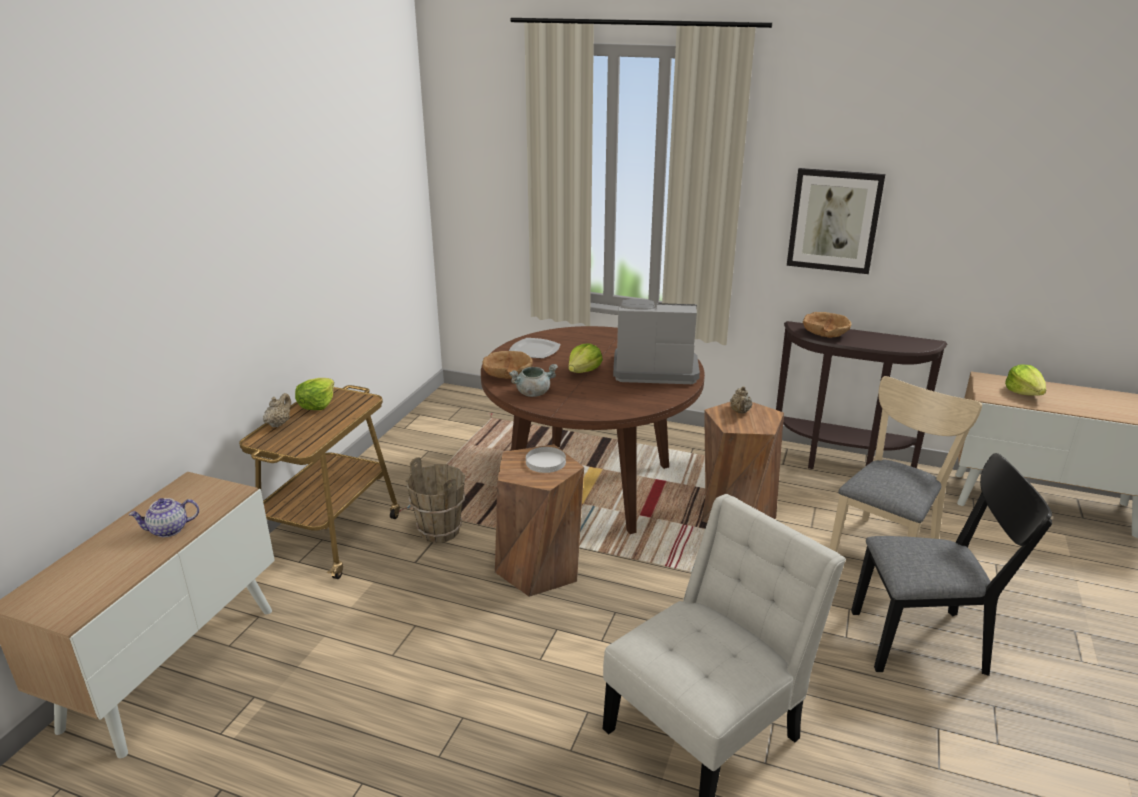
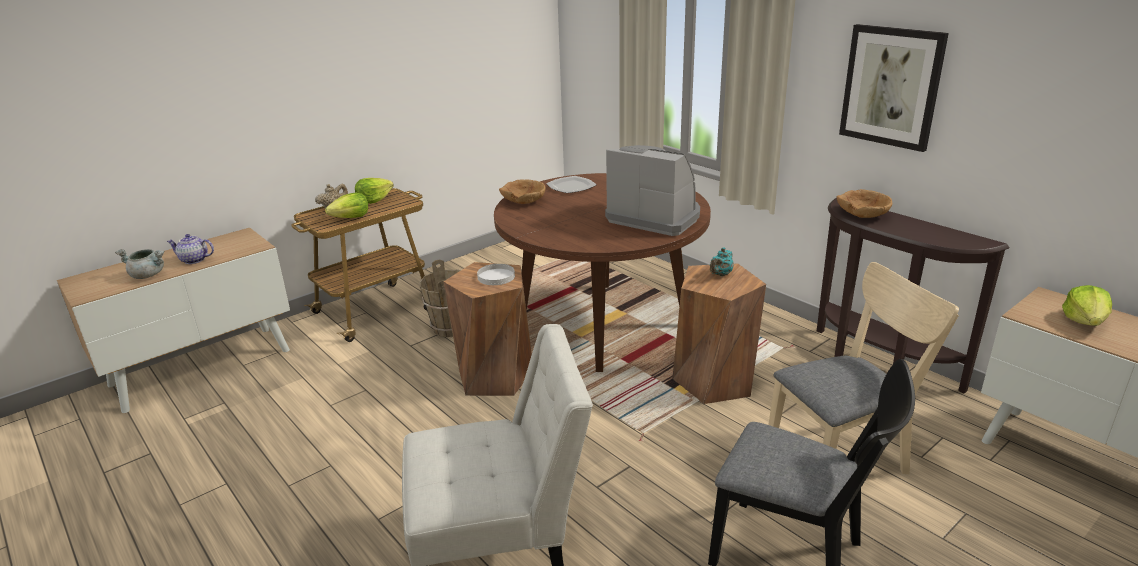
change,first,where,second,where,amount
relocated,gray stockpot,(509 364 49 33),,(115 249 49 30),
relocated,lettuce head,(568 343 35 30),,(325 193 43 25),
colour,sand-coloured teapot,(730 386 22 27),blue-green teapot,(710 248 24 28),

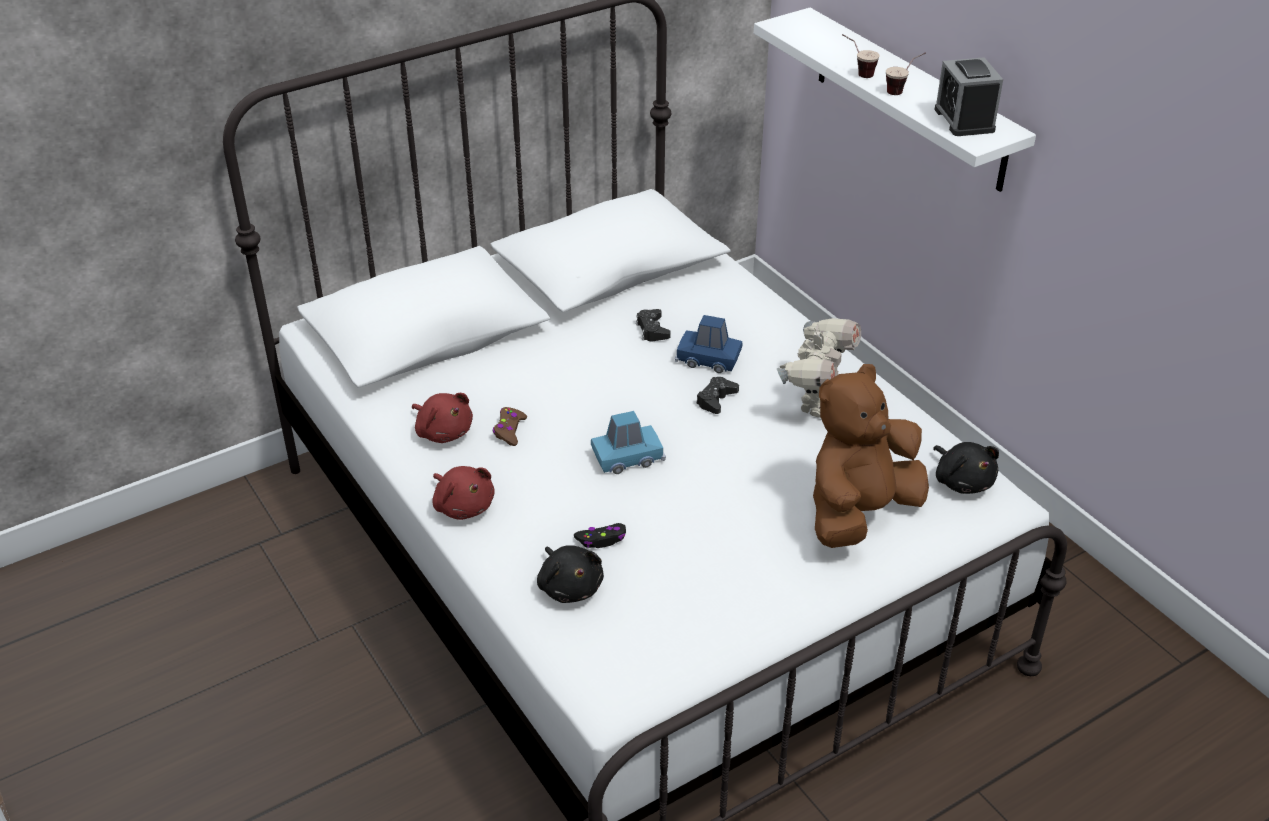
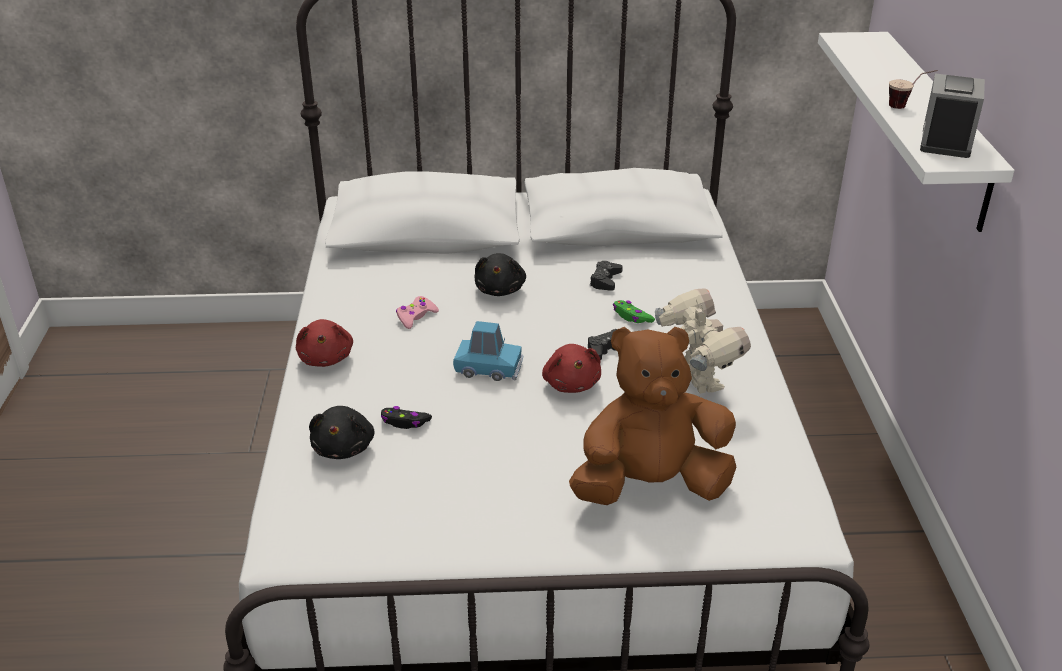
change,first,where,second,where,amount
missing,small cup,(842 34 38 44),,,
relocated,reddish soft toy,(412 393 61 50),,(542 344 59 49),
relocated,black soft toy,(933 442 66 52),,(474 253 52 43),
exchanged,blue-coloured model car,(675 315 68 58),green game controller,(613 300 42 23),
colour,brownish game controller,(493 407 34 39),pink-coloured game controller,(396 296 43 33),
spun,toy robot,(777 318 84 100),,(655 288 96 106),75 degrees counterclockwise

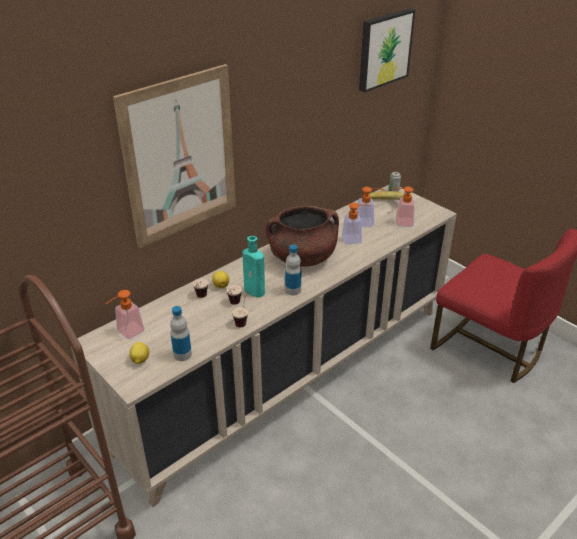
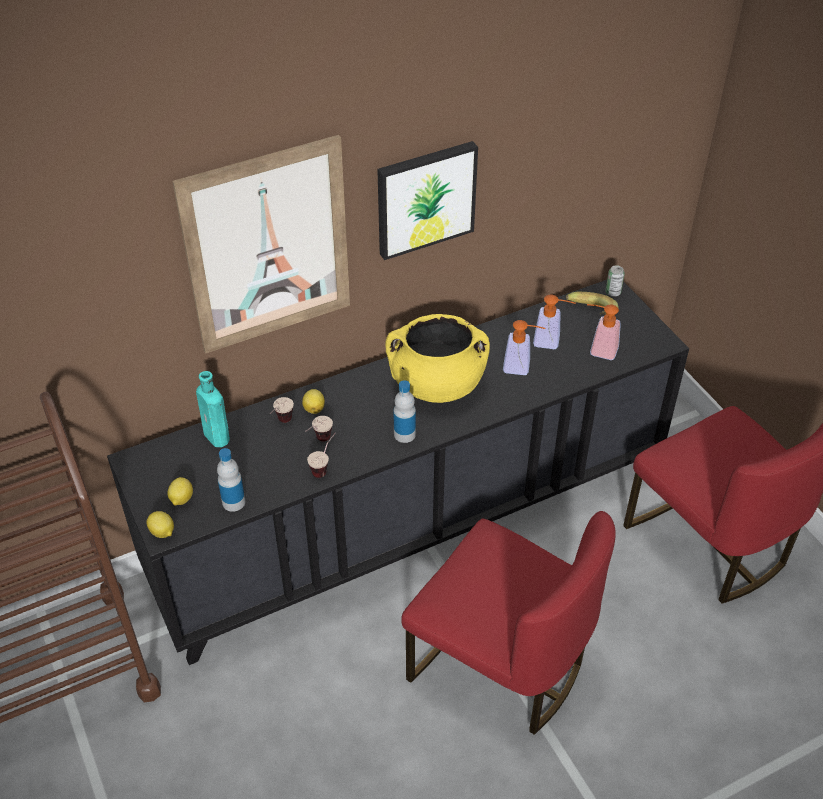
change,first,where,second,where,amount
missing,liquid soap bottle,(106 290 39 49),,,
appeared,,,citrus fruit,(146 511 28 27),
appeared,,,reddish plain chair,(401 511 215 224),
relocated,blue-green bottle,(242 236 23 62),,(196 371 34 76),
relocated,picture,(359 8 56 84),,(377 141 101 119),
colour,sand-coloured cupboard,(71 185 386 322),black cupboard,(107 280 582 385),
colour,brownish stockpot,(266 206 73 61),yellowish stockpot,(385 314 105 89),

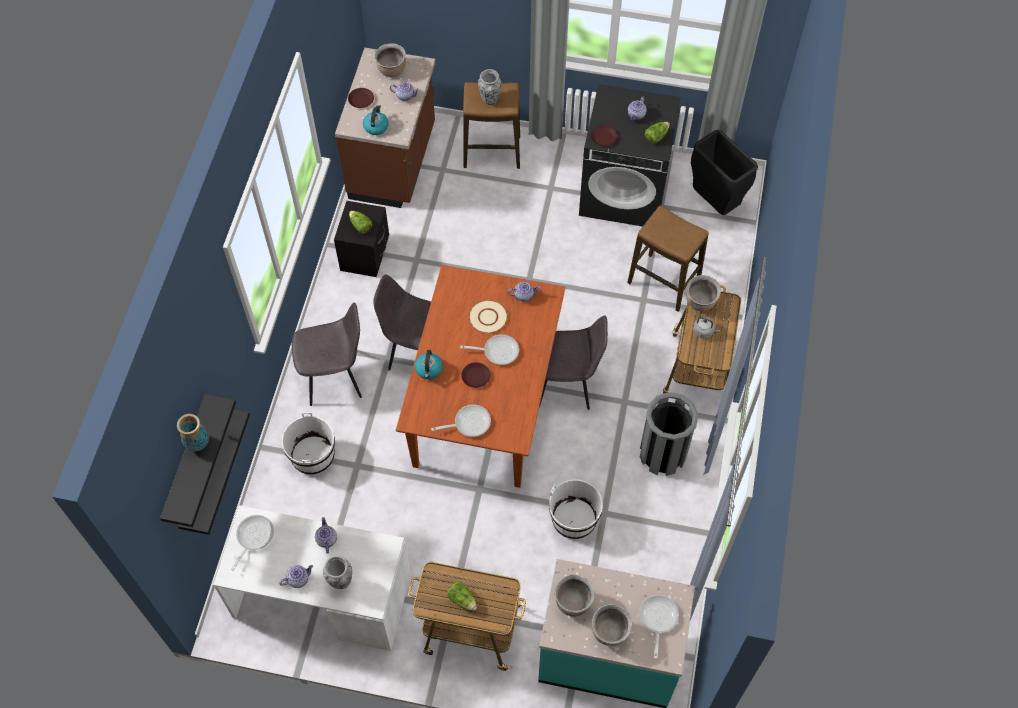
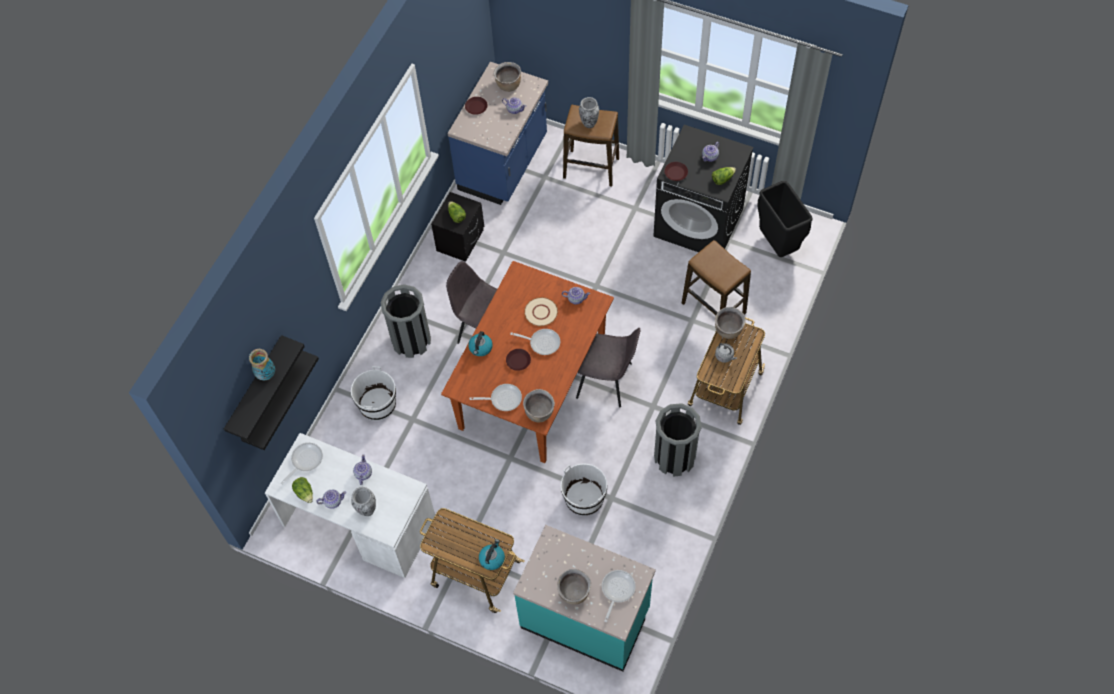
change,first,where,second,where,amount
relocated,kettle,(363 105 26 30),,(479 539 26 31),
relocated,lettuce head,(447 581 30 30),,(292 477 21 26),
relocated,brownish stockpot,(555 574 40 43),,(523 389 32 34),
exchanged,gray plain chair,(292 302 70 104),gray rubbish bin,(381 284 50 74),
colour,brownish kitchen counter,(335 48 100 160),blue-coloured kitchen counter,(447 62 101 143),

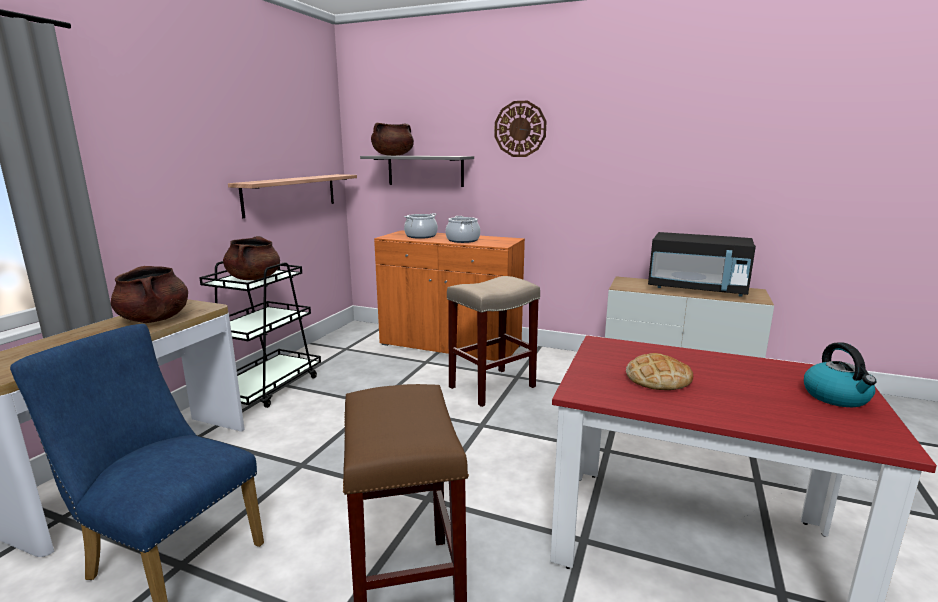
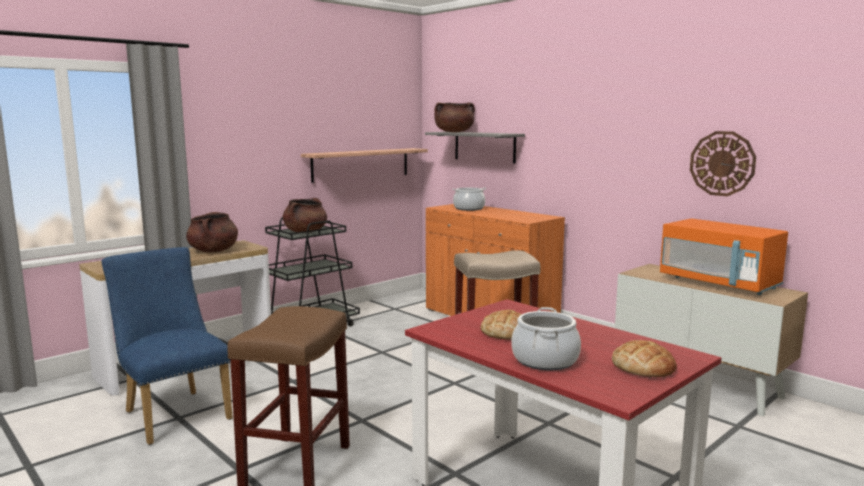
change,first,where,second,where,amount
relocated,stockpot,(446 216 34 27),,(511 307 70 63),
relocated,clock on the wall,(494 101 53 56),,(690 131 66 65),
exchanged,kettle,(804 342 73 65),bread,(612 340 65 37),
colour,black kitchen microwave,(648 232 108 65),orange kitchen microwave,(660 218 128 77),

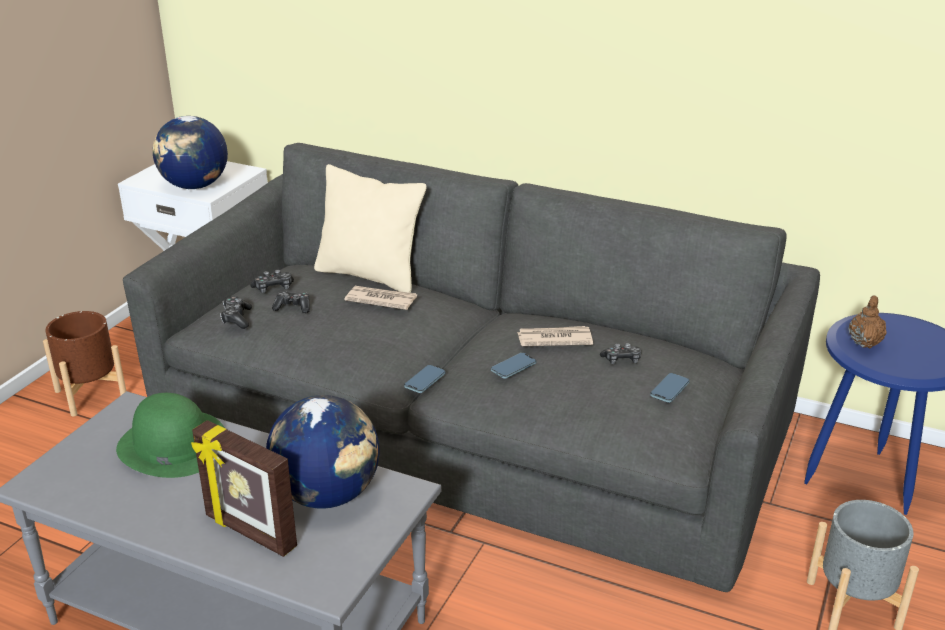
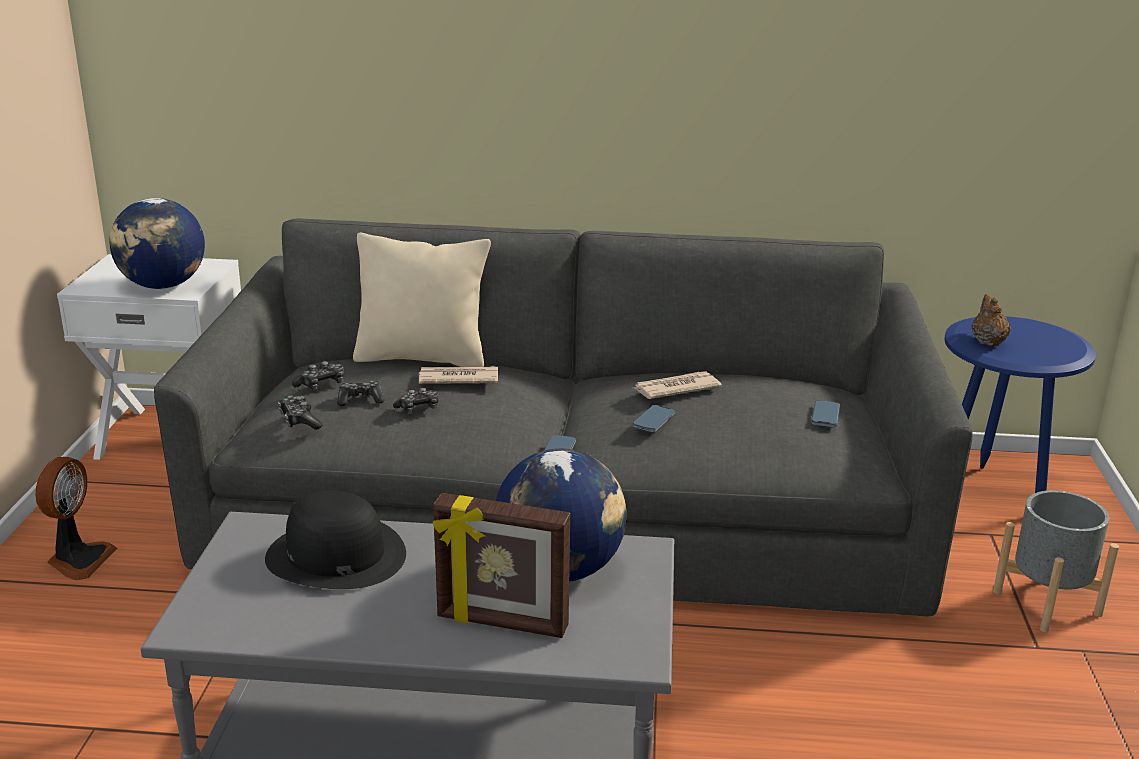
change,first,where,second,where,amount
relocated,game controller,(600 343 41 21),,(393 388 46 25),
exchanged,brownish plant pot,(43 311 83 106),electric fan,(35 457 82 123),
colour,green hat,(116 393 109 85),black hat,(265 490 141 99),

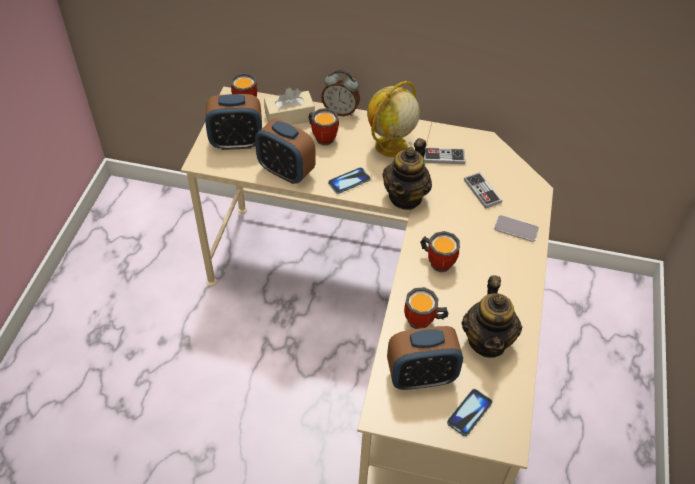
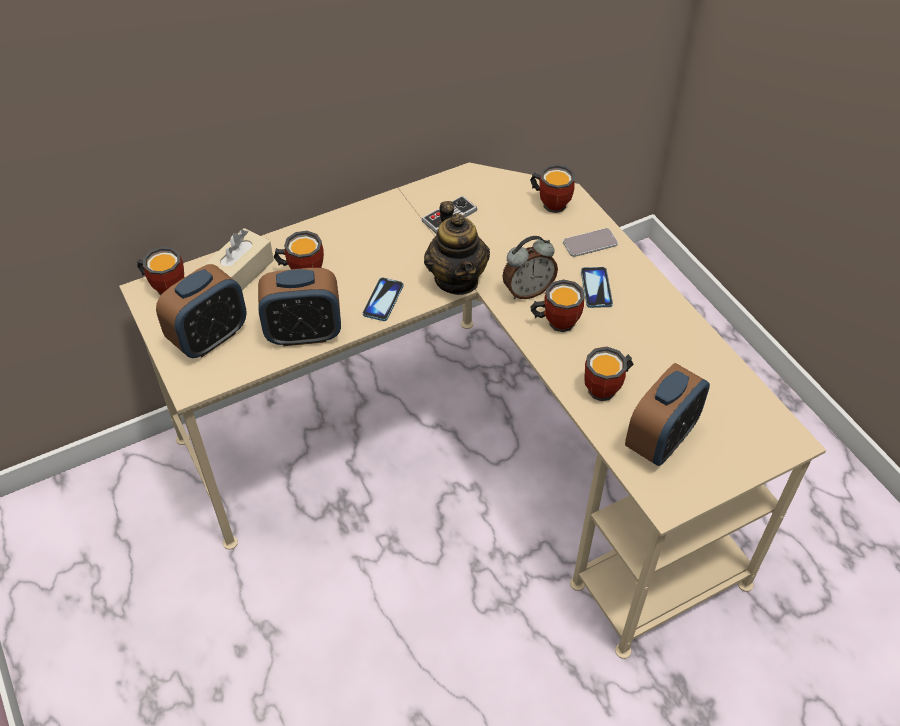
change,first,where,second,where,amount
missing,globe,(367 81 53 76),,,
missing,teapot,(462 275 60 83),,,
missing,game controller,(464 172 38 37),,,
appeared,,,tea mug,(530 164 45 49),
relocated,table clock,(321 70 39 46),,(502 236 56 63),
relocated,handset,(447 389 45 47),,(581 267 32 41),

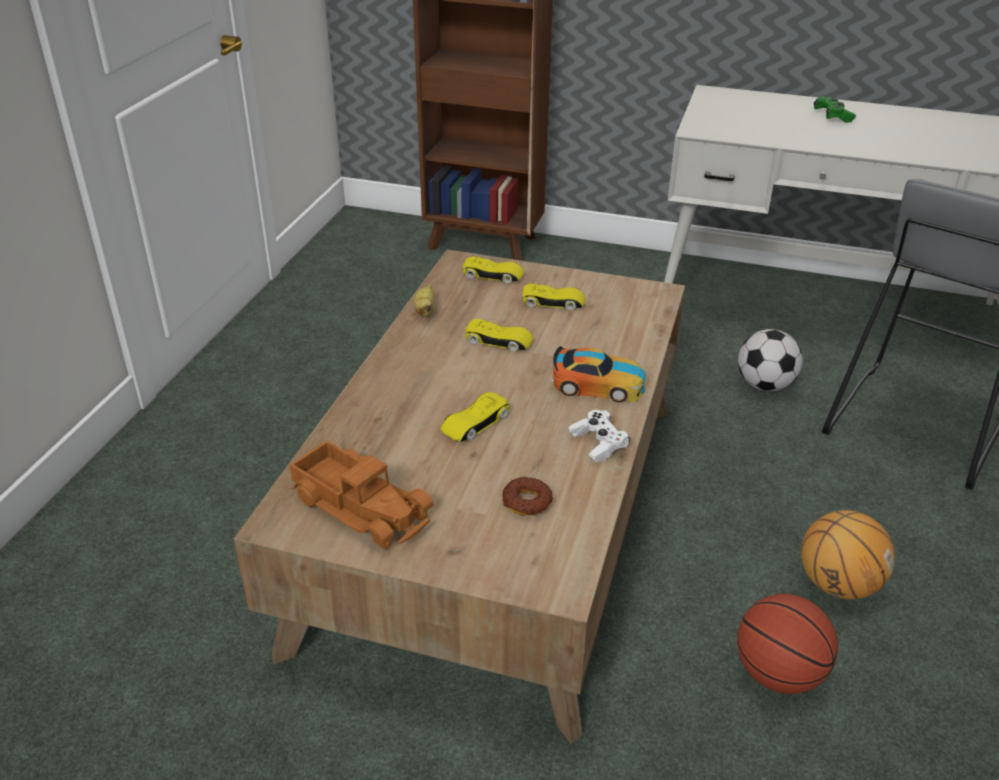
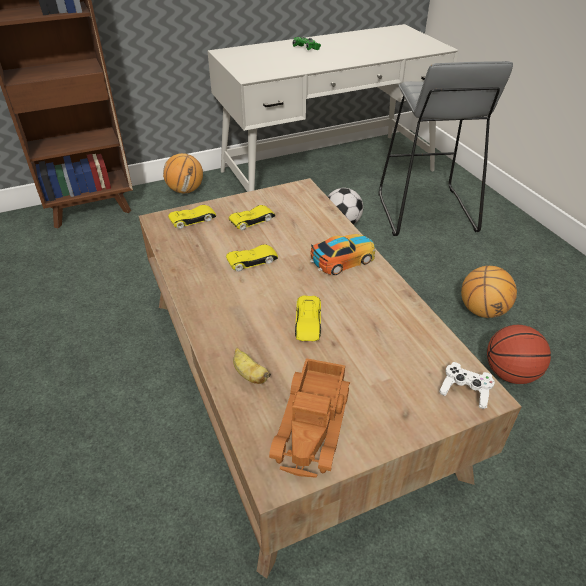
change,first,where,second,where,amount
missing,ring doughnut,(502 477 51 38),,,
appeared,,,ball for basketball,(163 153 40 40),
relocated,banana,(414 284 20 33),,(233 348 38 36),
relocated,whitish game controller,(569 410 61 53),,(439 362 56 47),
spun,toy lorry,(290 441 144 108),,(269 358 81 120),105 degrees clockwise

